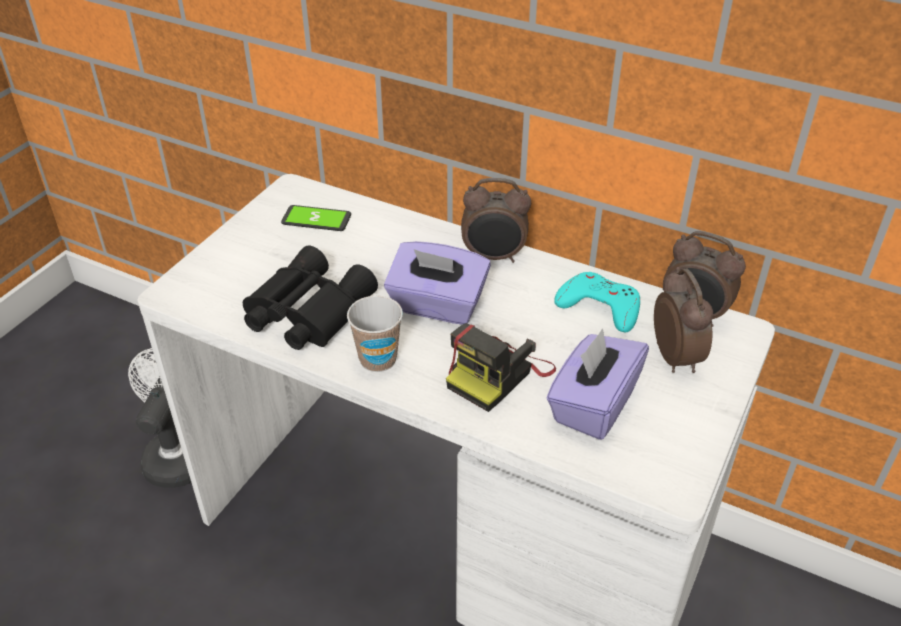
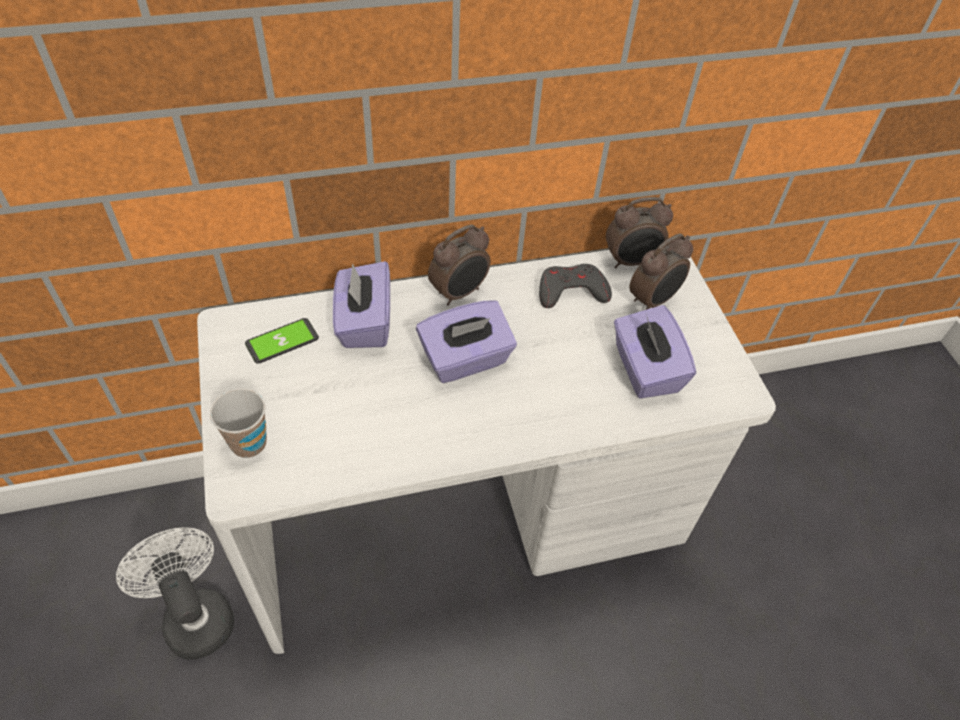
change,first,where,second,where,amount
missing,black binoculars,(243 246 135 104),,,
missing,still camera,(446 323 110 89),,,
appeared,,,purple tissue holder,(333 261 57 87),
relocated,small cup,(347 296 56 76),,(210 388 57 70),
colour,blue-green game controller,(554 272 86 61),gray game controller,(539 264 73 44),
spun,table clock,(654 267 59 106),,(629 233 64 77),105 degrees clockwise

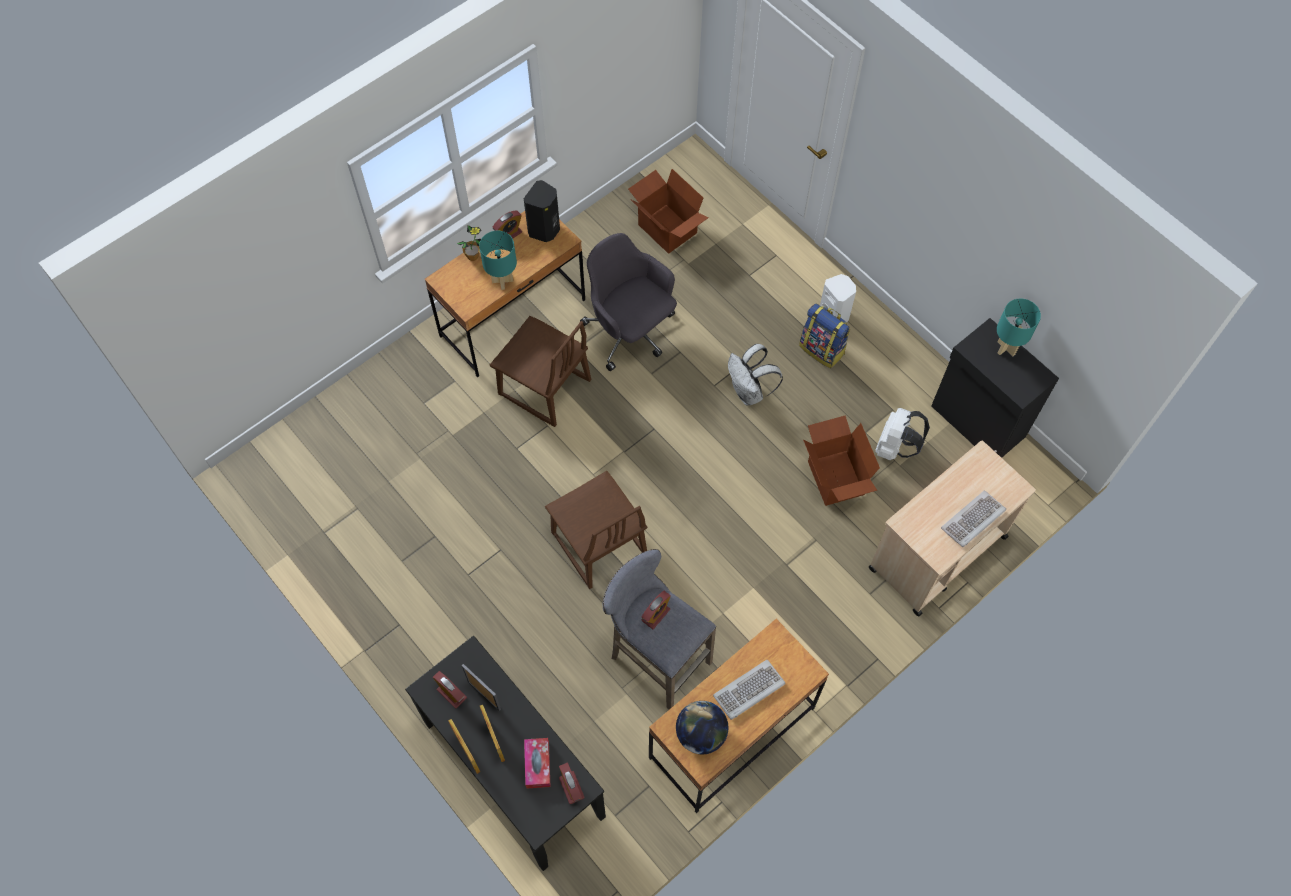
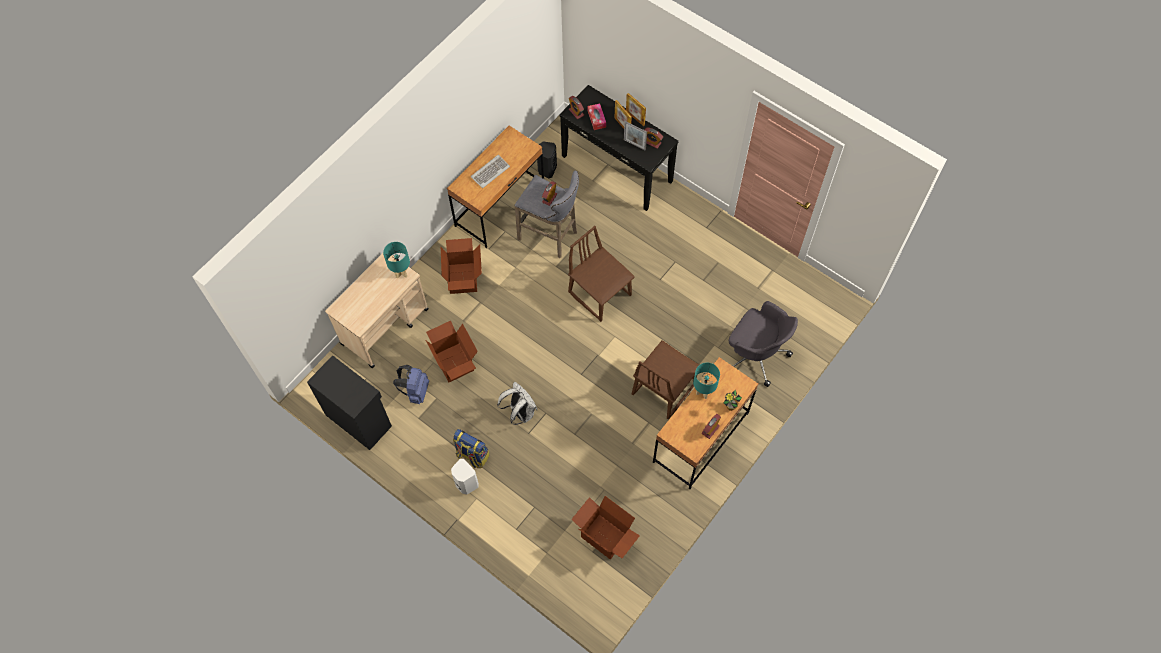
change,first,where,second,where,amount
missing,globe,(676 701 52 53),,,
missing,computer keyboard,(941 491 65 56),,,
appeared,,,cardboard box,(441 238 41 56),
relocated,black speaker,(524 180 36 62),,(537 141 20 37),
relocated,gray office chair,(580 233 97 138),,(729 301 69 86),
relocated,blue-green lamp for a table,(997 299 44 57),,(383 242 27 37),
colour,whitish knapsack,(875 408 55 53),blue-coloured knapsack,(393 365 36 39),
spun,brownish plain chair,(490 316 101 111),,(631 340 68 80),75 degrees counterclockwise

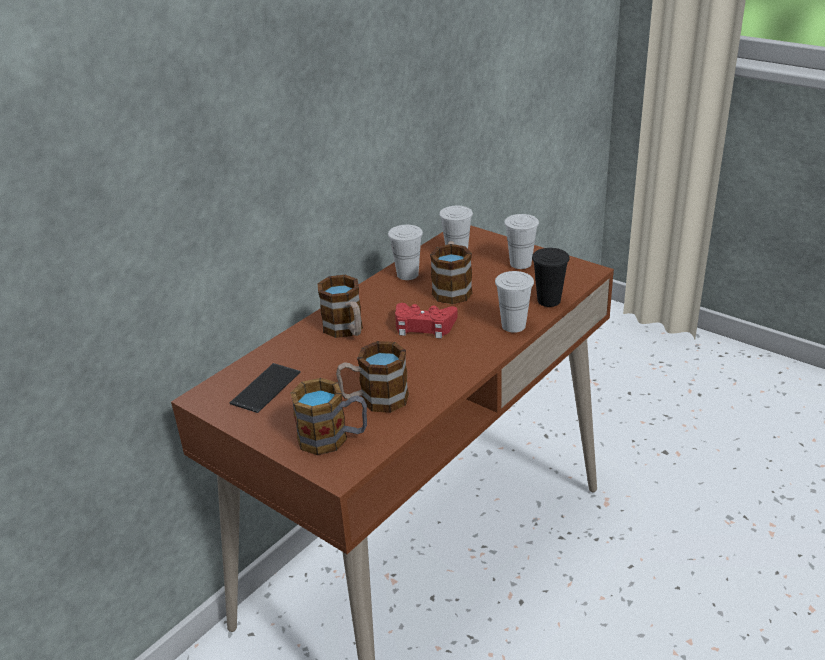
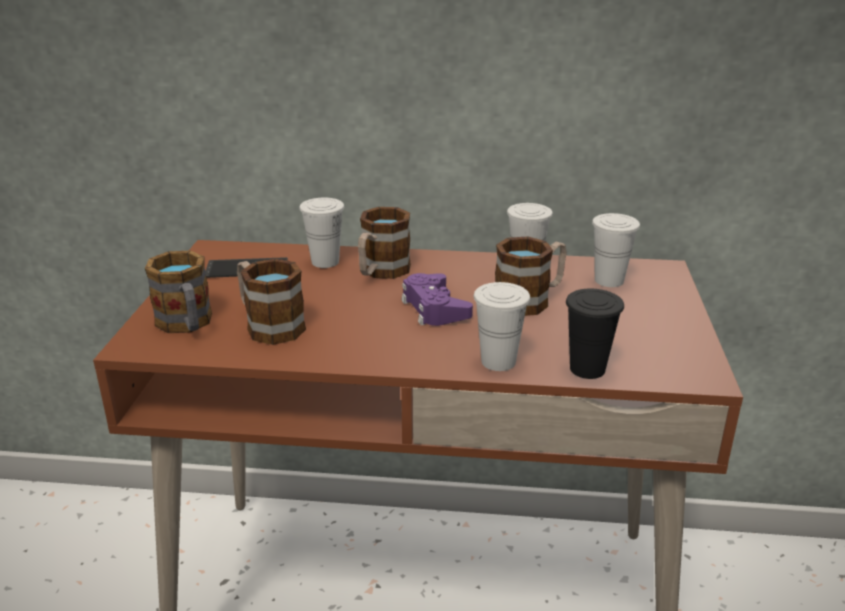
change,first,where,second,where,amount
relocated,whitish small cup,(504 214 35 55),,(299 198 45 70),
colour,reddish game controller,(395 303 63 35),purple game controller,(401 273 72 53),

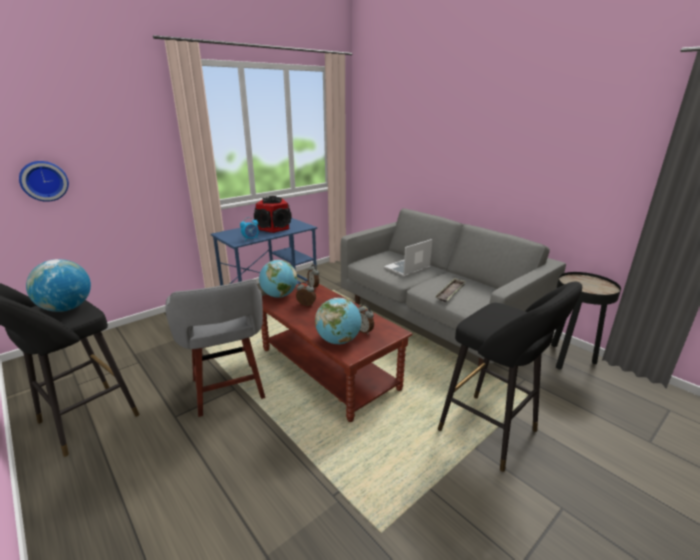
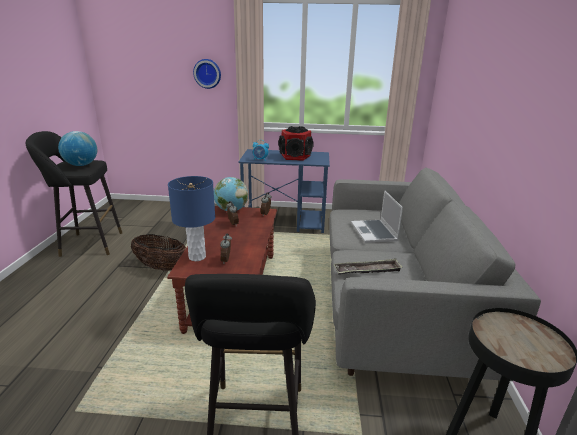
change,first,where,second,where,amount
relocated,clock on the wall,(19 161 50 41),,(193 59 28 30),
exchanged,gray stool,(165 279 100 138),basket,(131 234 55 37),
exchanged,globe,(315 298 47 46),blue-coloured lamp for a table,(168 176 47 85),
spun,notebook computer,(384 239 49 38),,(351 190 52 53),105 degrees counterclockwise

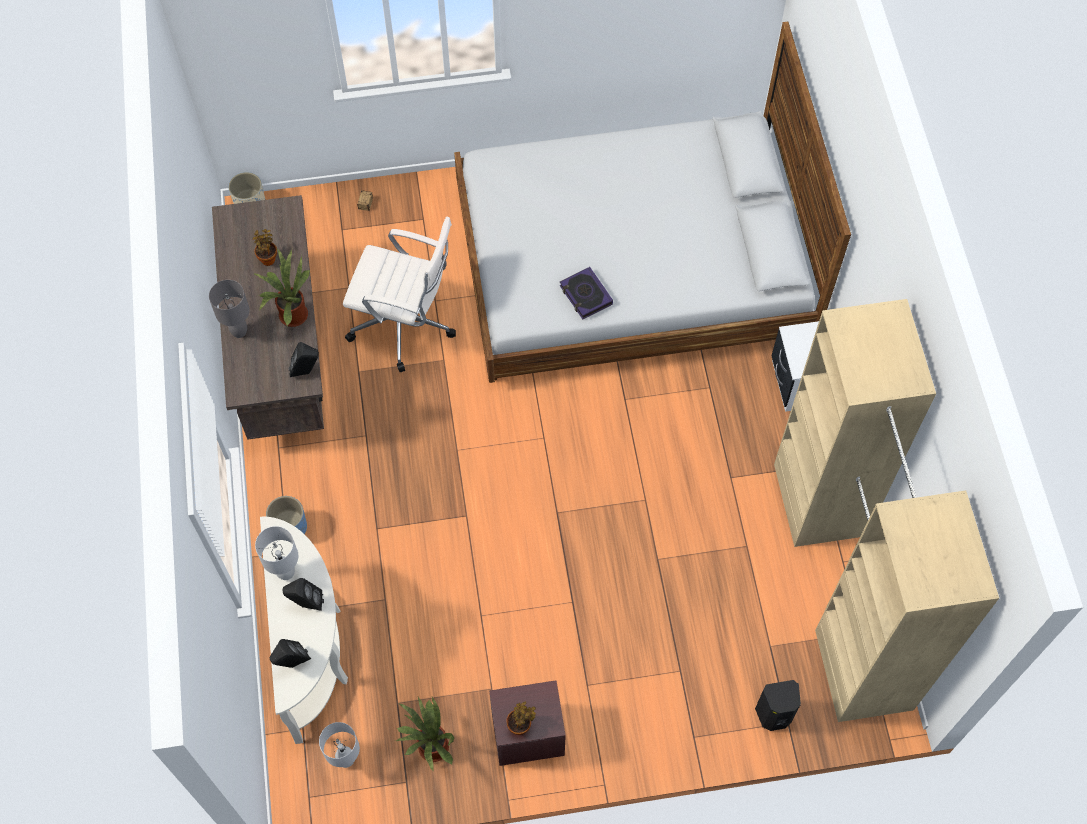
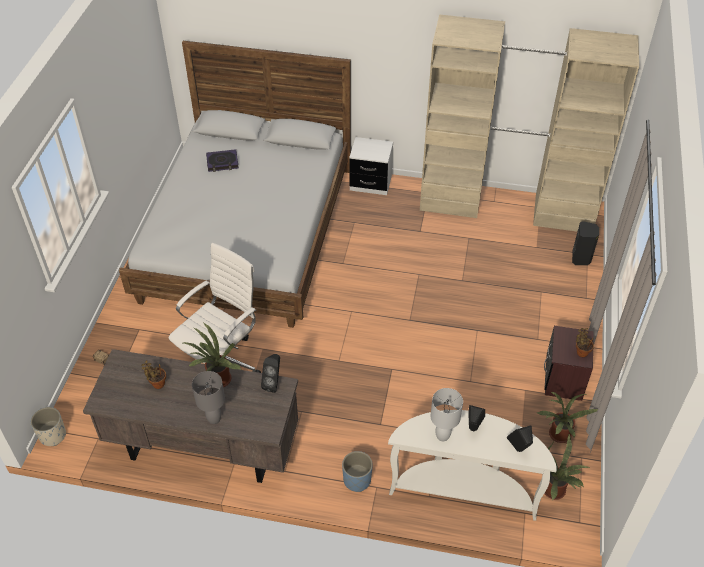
change,first,where,second,where,amount
relocated,volume,(560 267 53 52),,(206 149 33 23),
exchanged,whitish lamp for a table,(319 722 41 46),plant in a pot,(544 433 47 68),

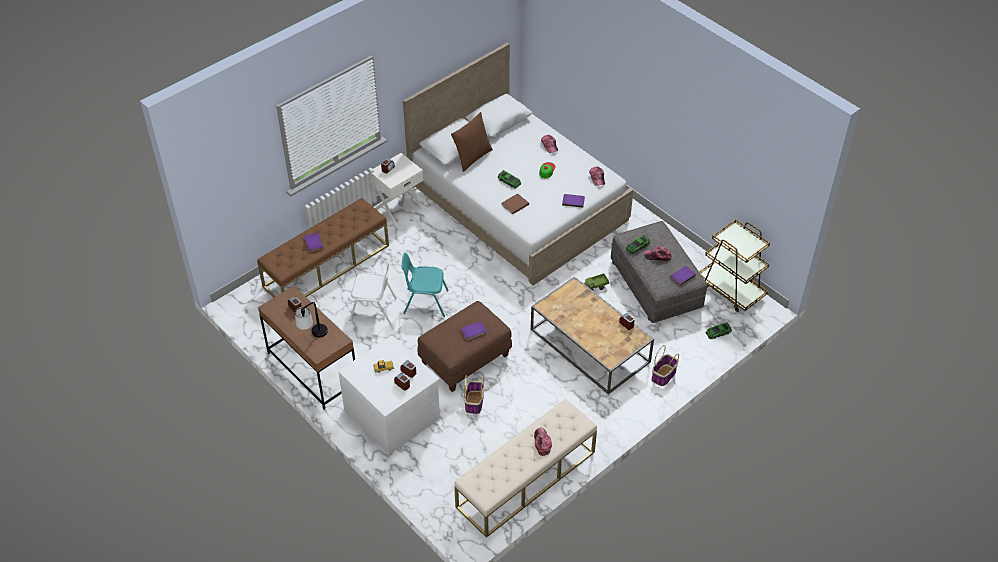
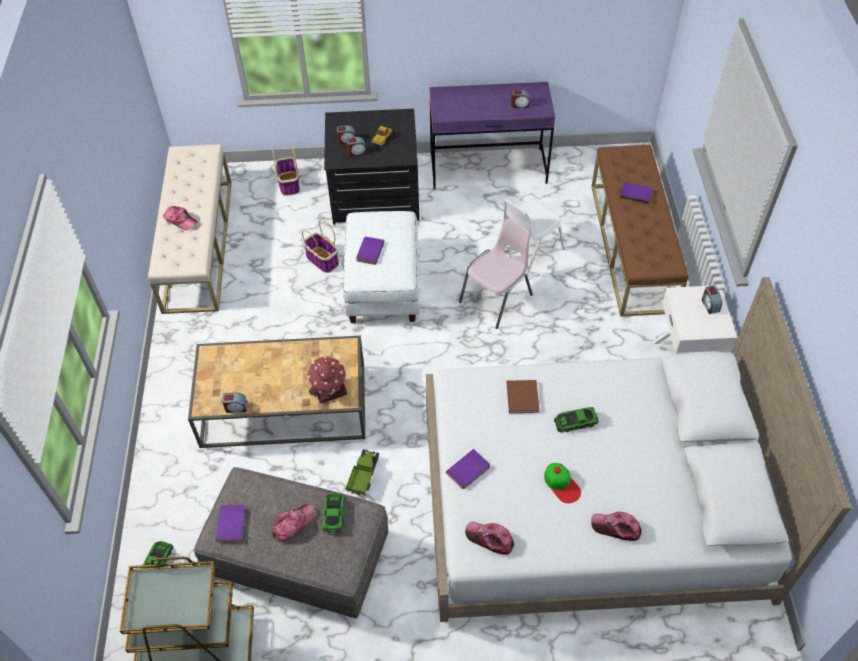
change,first,where,second,where,amount
missing,lamp for a table,(295 302 33 36),,,
missing,brownish throw pillow,(451 112 42 60),,,
appeared,,,toy house,(307 356 40 47),
relocated,basket,(651 345 28 41),,(272 146 28 50),
colour,brownish desk,(258 286 97 124),purple desk,(430 82 125 107),
colour,whitish drawer chest,(338 335 102 120),black drawer chest,(324 109 95 116),
colour,blue-green plain chair,(401 253 48 64),pink-coloured plain chair,(459 219 74 110),
colour,brownish ottoman,(417 301 95 91),whitish ottoman,(343 211 76 112),

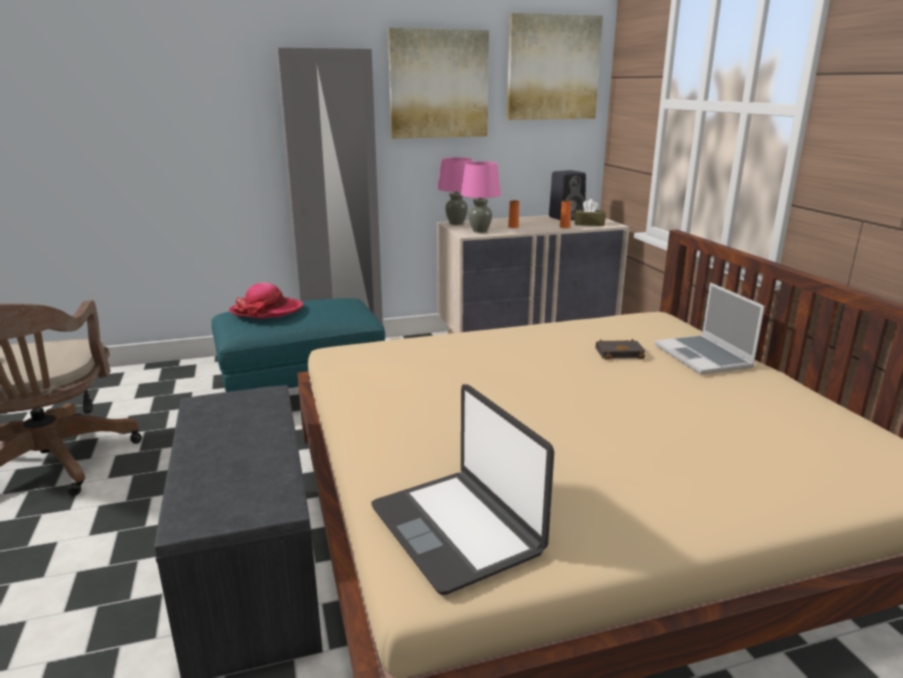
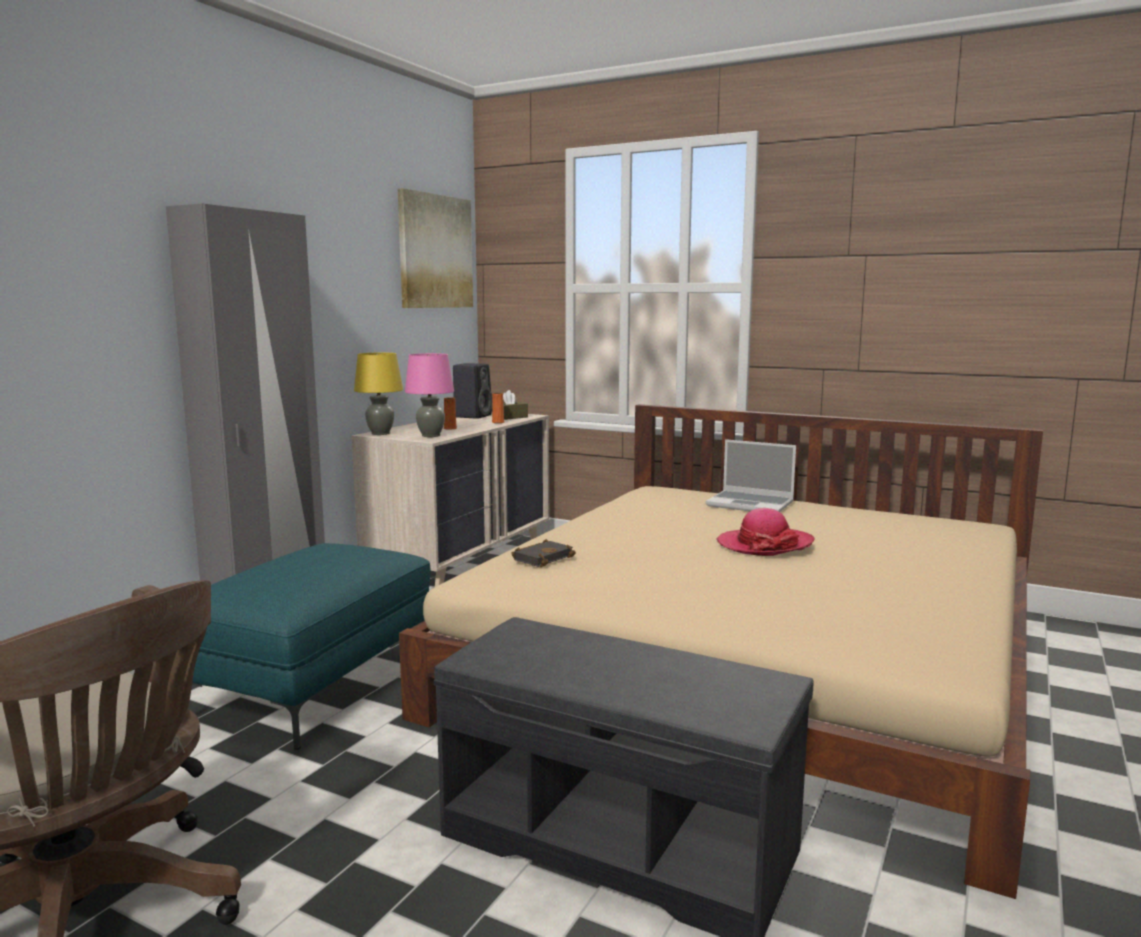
change,first,where,second,where,amount
missing,notebook computer,(371 384 183 211),,,
missing,picture,(388 28 101 111),,,
relocated,hat,(229 282 74 37),,(717 508 97 48),
relocated,black volume,(596 339 50 21),,(511 539 65 28),
colour,pink-coloured lamp for a table,(437 157 35 68),yellowish lamp for a table,(354 353 49 82),

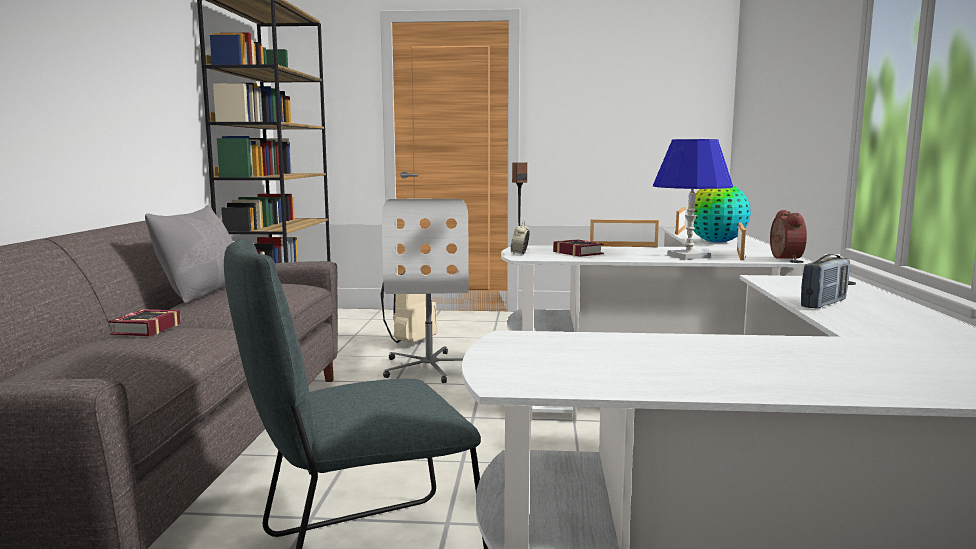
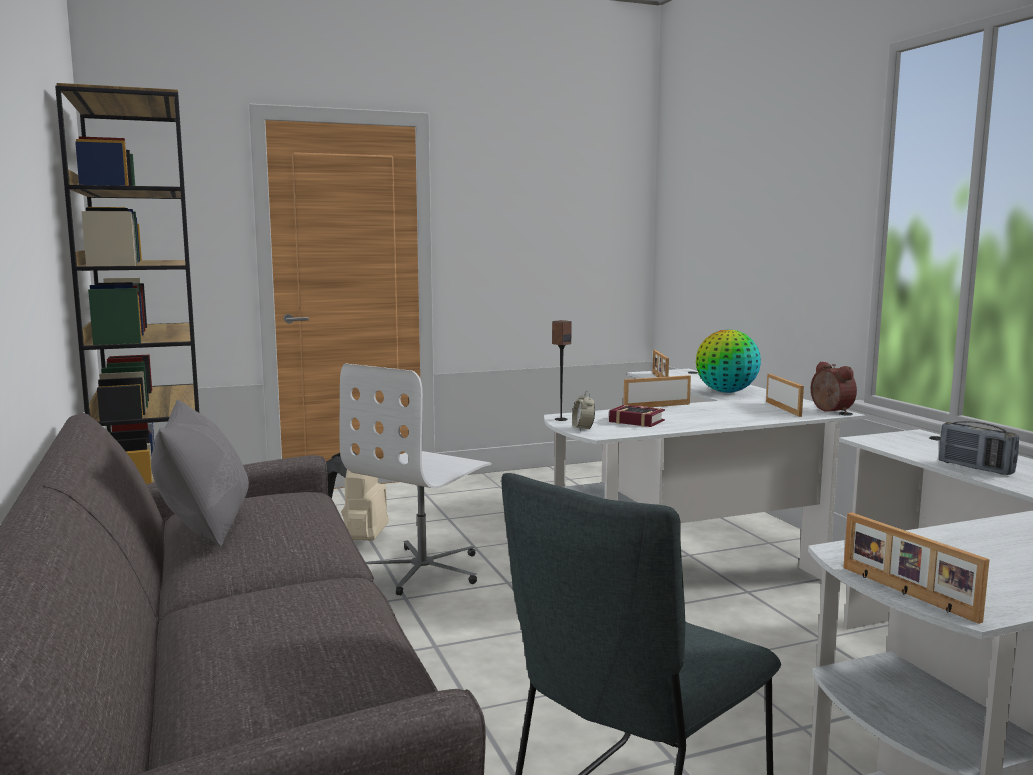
change,first,where,second,where,amount
missing,volume,(109 309 72 27),,,
missing,blue-coloured lamp for a table,(653 139 80 121),,,
appeared,,,picture frame,(843 512 147 112),
spun,whitish office chair,(382 199 87 184),,(340 364 151 232),60 degrees clockwise
spun,radio set,(801 254 49 55),,(939 421 80 54),120 degrees clockwise

